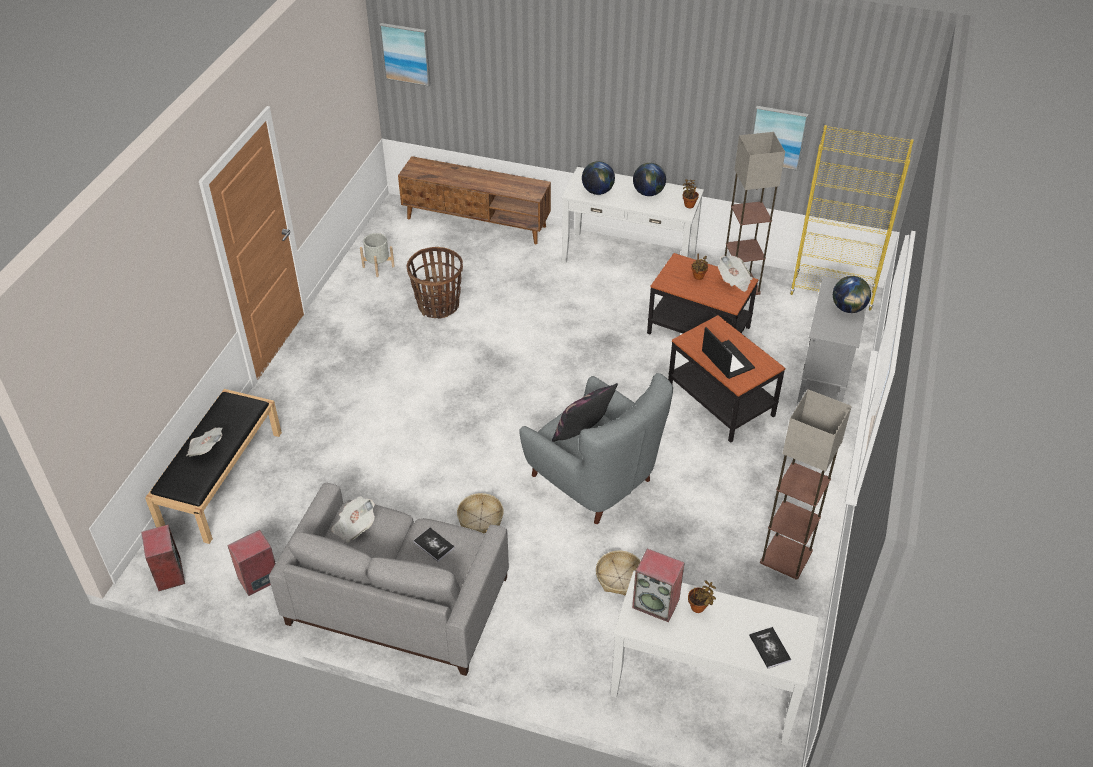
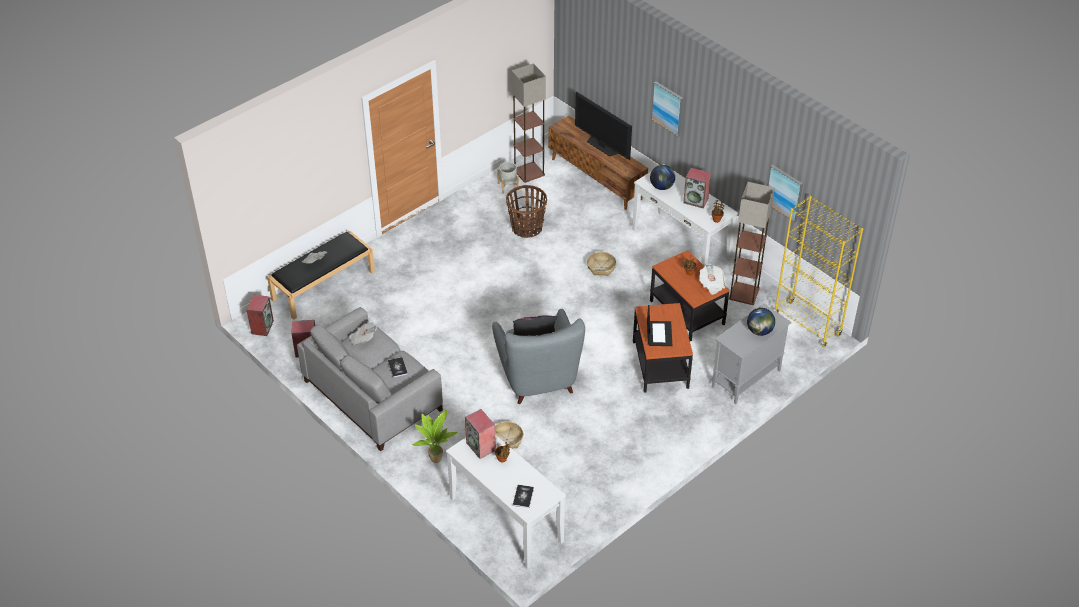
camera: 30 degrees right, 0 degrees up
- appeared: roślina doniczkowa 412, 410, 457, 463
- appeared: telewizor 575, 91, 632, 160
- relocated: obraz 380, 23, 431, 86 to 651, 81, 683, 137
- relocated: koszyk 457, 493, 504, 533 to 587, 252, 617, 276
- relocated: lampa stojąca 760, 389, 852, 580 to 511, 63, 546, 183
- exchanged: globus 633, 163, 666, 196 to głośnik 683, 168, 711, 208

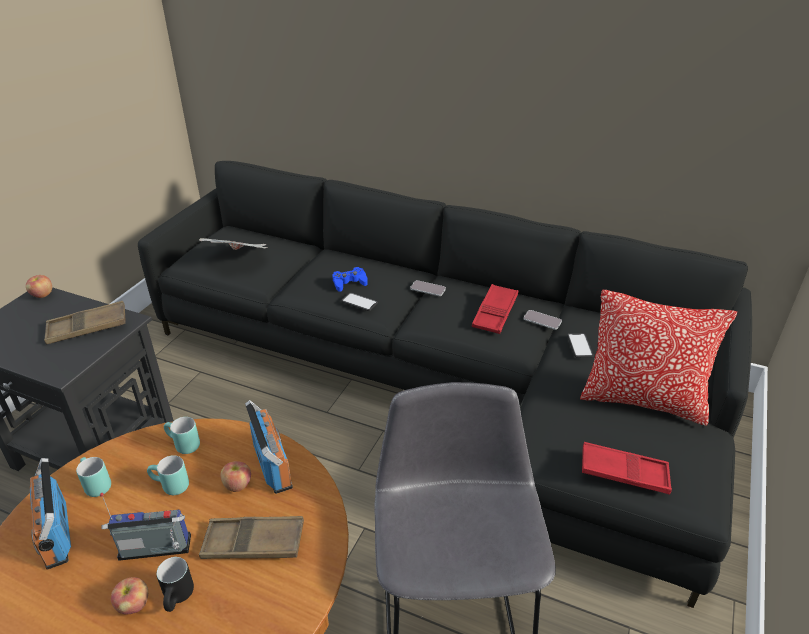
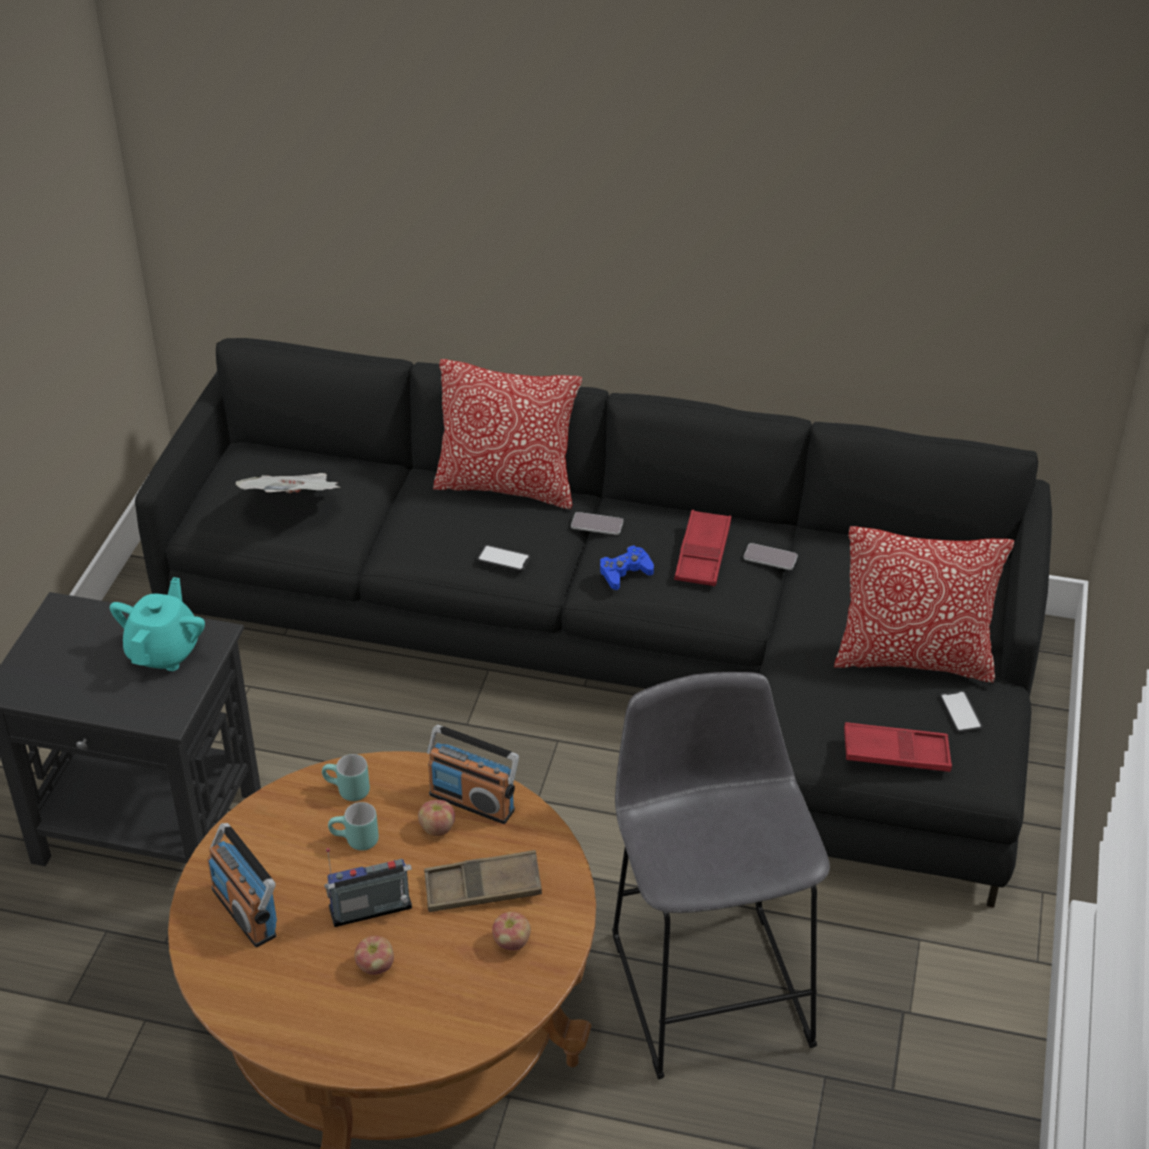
camera: 10 degrees left, 5 degrees up
- missing: kubek [turkusowy] 76, 457, 111, 497
- missing: kubek [czarny] 157, 557, 194, 612
- appeared: poduszka 433, 359, 582, 509
- relocated: jabłko 26, 275, 52, 298 to 492, 912, 531, 951
- relocated: pad do gier [niebieski] 332, 267, 368, 292 to 600, 545, 654, 590
- relocated: telefon 567, 333, 594, 357 to 939, 690, 983, 733
- exchanged: taca [brązowy] 44, 301, 126, 344 to imbryk [turkusowy] 110, 577, 205, 671
- spun: radio 245, 400, 293, 494 = 427, 725, 519, 824 150 degrees clockwise

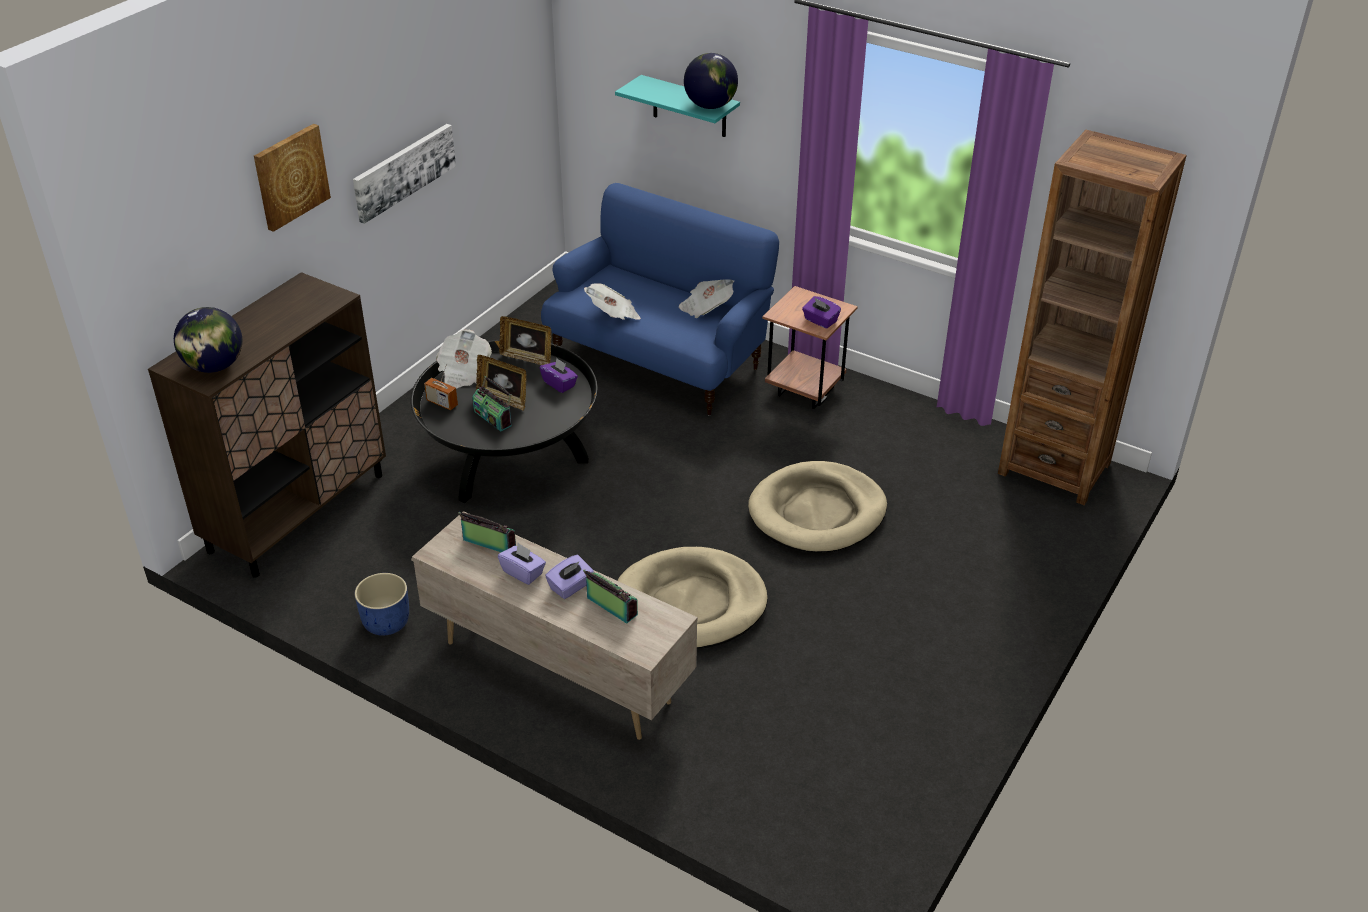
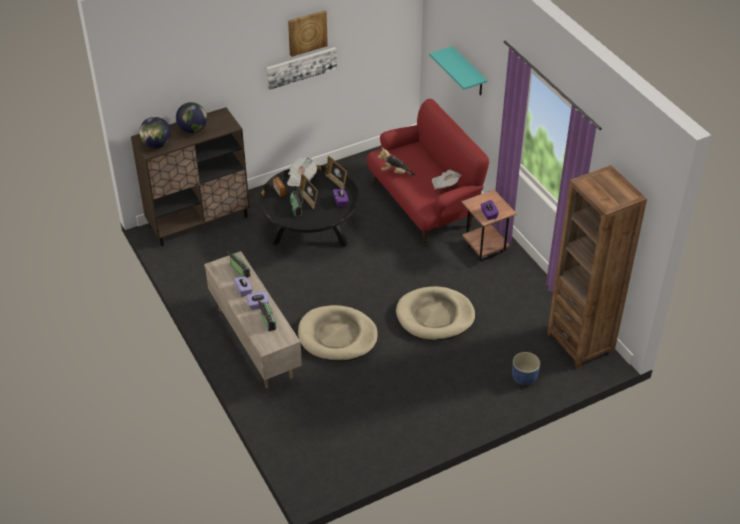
camera: 30 degrees right, 5 degrees up
- relocated: obraz 254, 124, 331, 232 to 288, 10, 328, 57
- relocated: donica [niebieski] 354, 573, 409, 636 to 512, 352, 540, 385
- relocated: globus 684, 53, 738, 109 to 176, 102, 207, 133
- exchanged: gazeta 584, 283, 641, 320 to pluszak 378, 147, 416, 176
- colour: kanapa [niebieski] 541, 183, 779, 415 to kanapa [czerwony] 367, 99, 489, 244

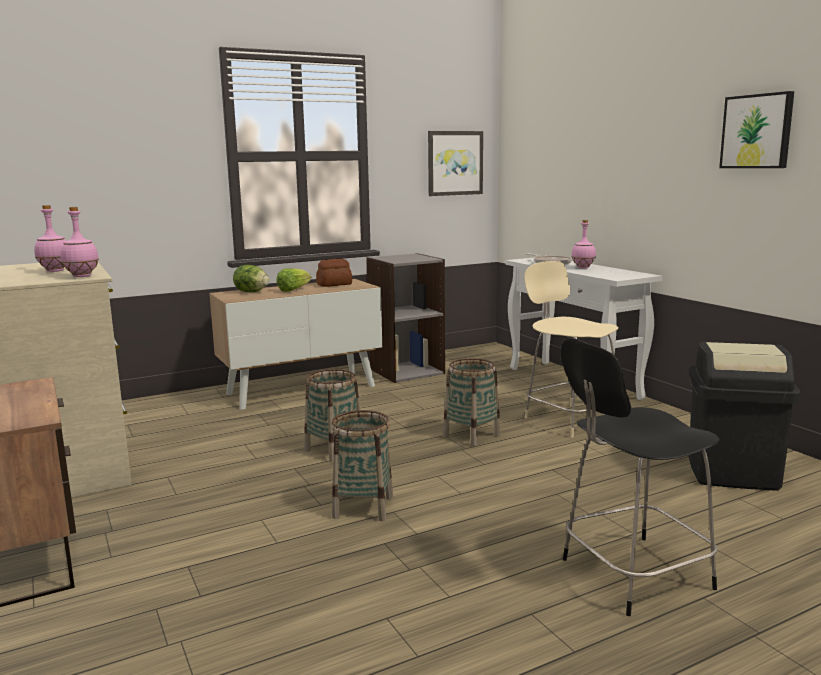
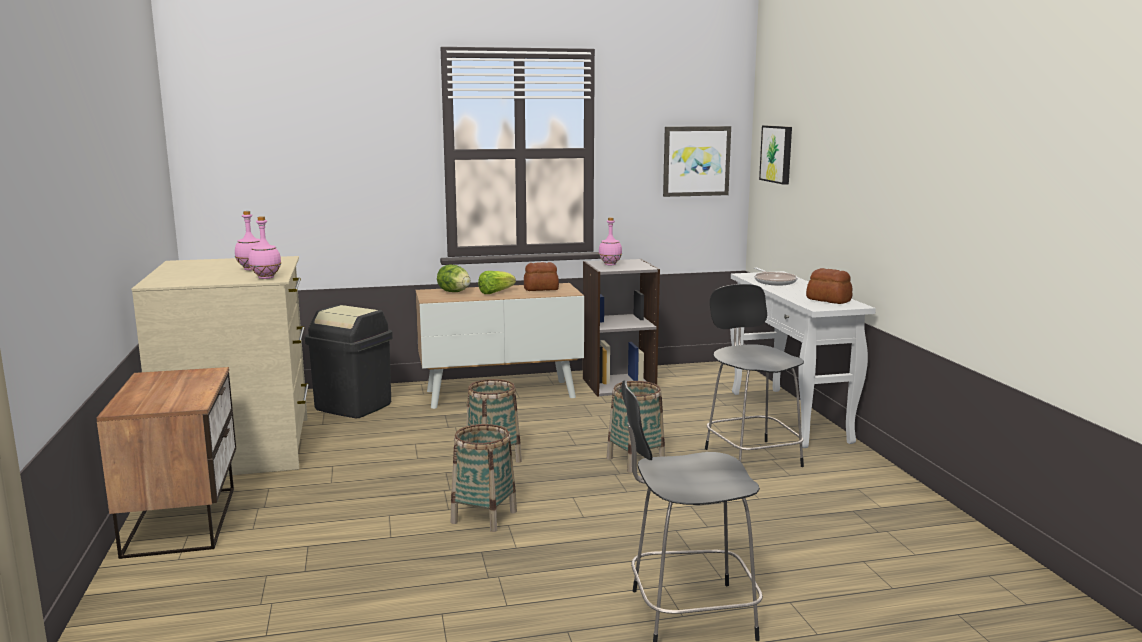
camera: 15 degrees right, 0 degrees up
- appeared: chleb 806, 268, 853, 304
- relocated: butelka [różowy] 571, 220, 596, 269 to 598, 217, 622, 265
- relocated: kosz na śmieci [czarny] 688, 342, 800, 491 to 305, 305, 393, 418
- relocated: obraz 719, 91, 794, 168 to 759, 125, 792, 185
- colour: krzesło [beżowy] 524, 261, 619, 438 to krzesło [czarny] 705, 284, 804, 467

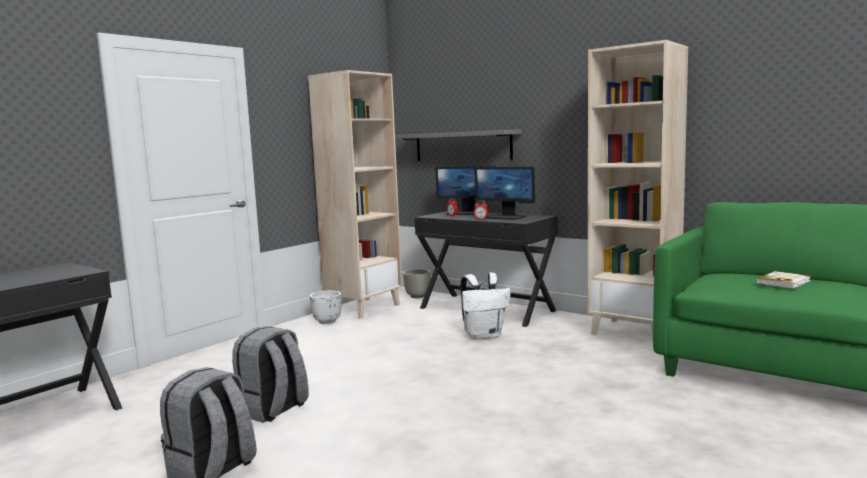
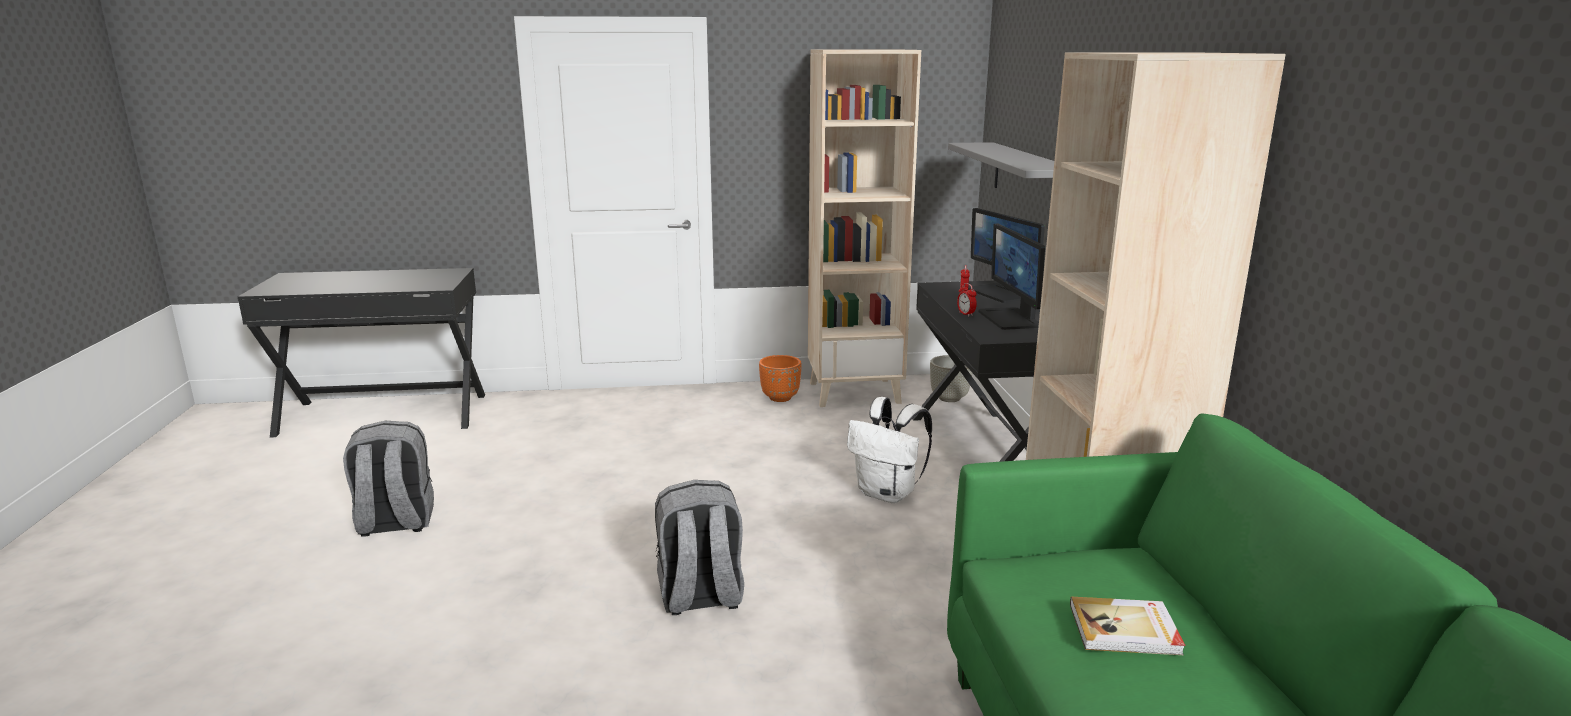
camera: 45 degrees right, 10 degrees up
- relocated: plecak [szary] 232, 326, 309, 423 to 655, 480, 744, 615
- colour: donica [biały] 310, 290, 342, 324 to donica [pomarańczowy] 759, 355, 802, 402

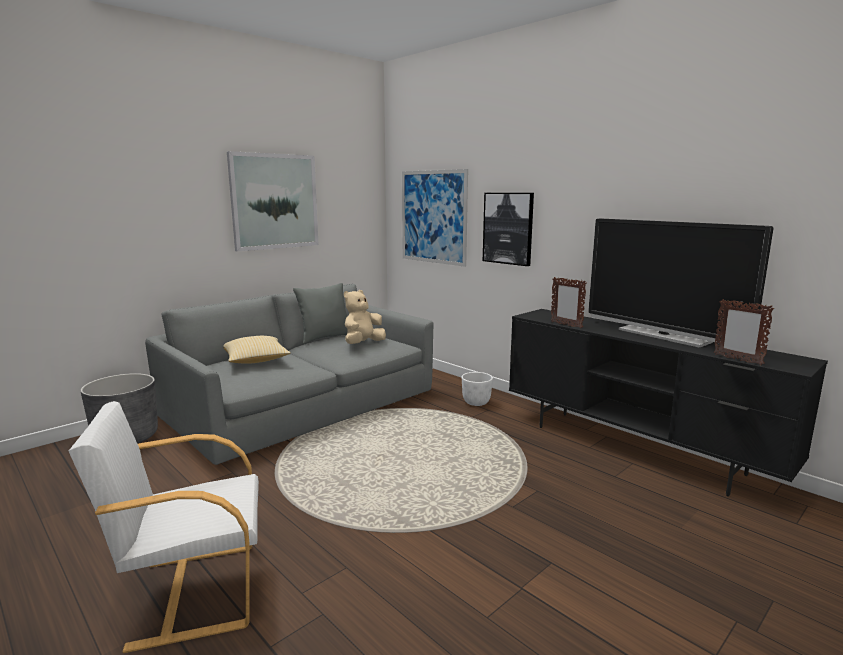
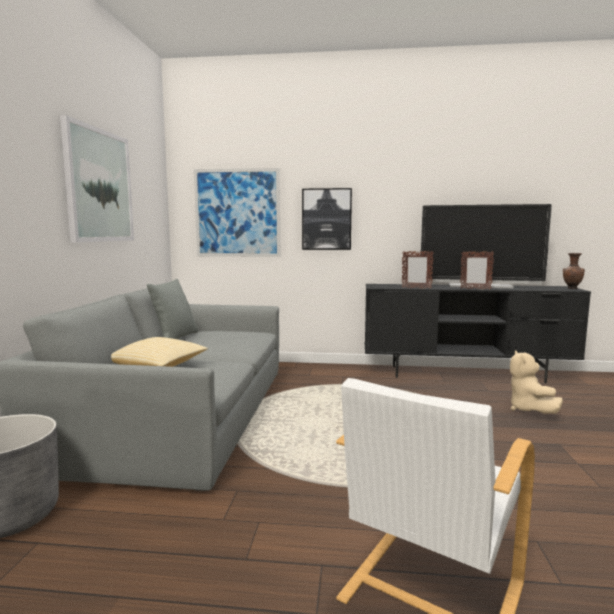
camera: 40 degrees left, 5 degrees down
- missing: donica [biały] 462, 372, 493, 406
- appeared: wazon [brązowy] 563, 253, 585, 289
- relocated: pluszak [beżowy] 344, 290, 386, 344 to 510, 350, 563, 414
- relocated: ramka na zdjęcie 714, 299, 774, 365 to 460, 251, 494, 289

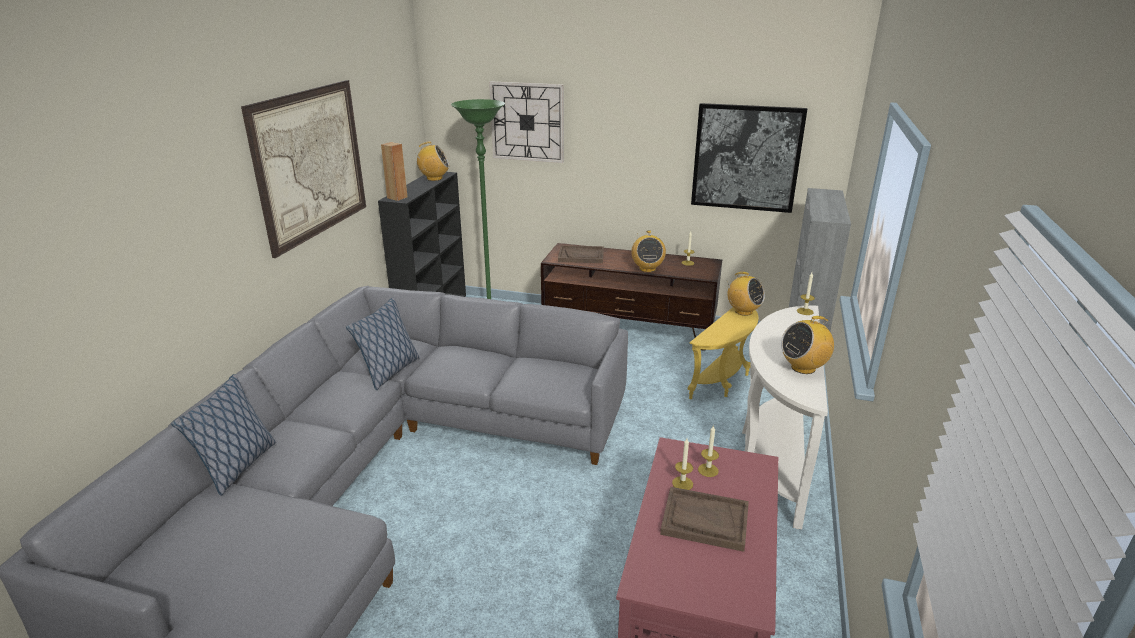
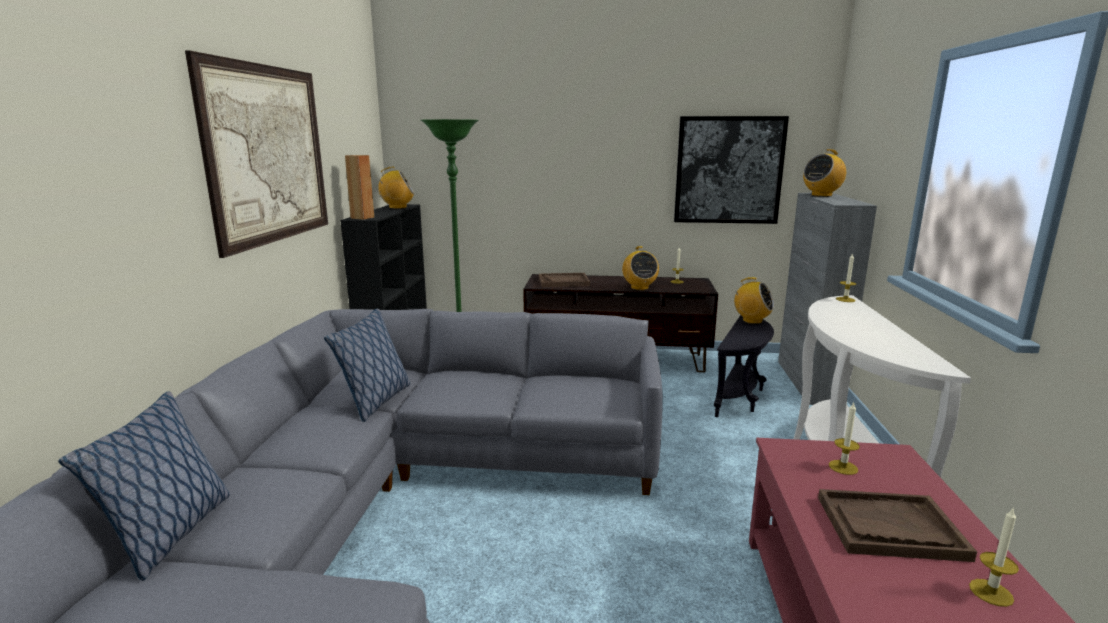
camera: 10 degrees left, 10 degrees down
- missing: zegar ścienny 489, 81, 564, 163
- relocated: świeca 672, 439, 693, 490 to 969, 507, 1019, 607
- relocated: radio 781, 316, 834, 374 to 803, 149, 846, 197
- colour: stolik [żółty] 688, 307, 759, 399 to stolik [czarny] 714, 315, 774, 417

